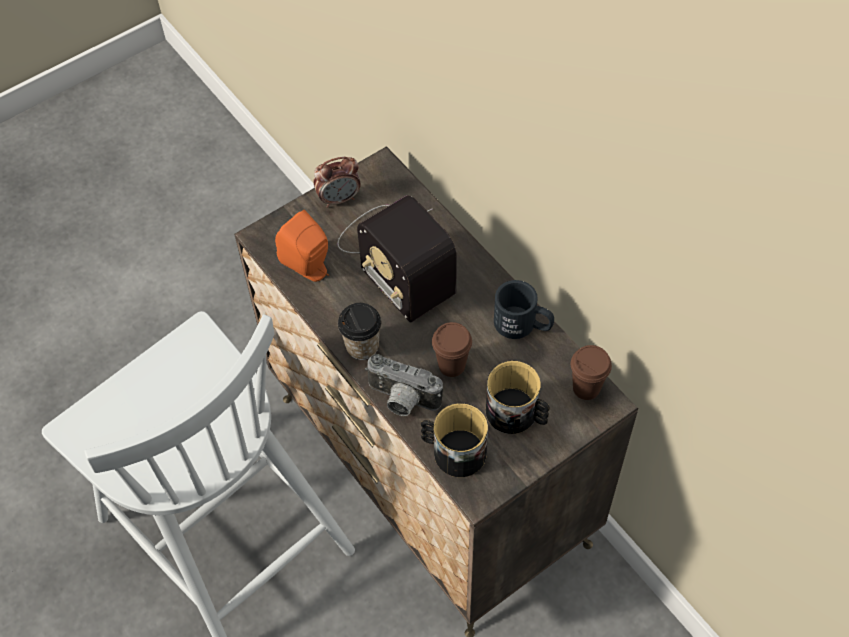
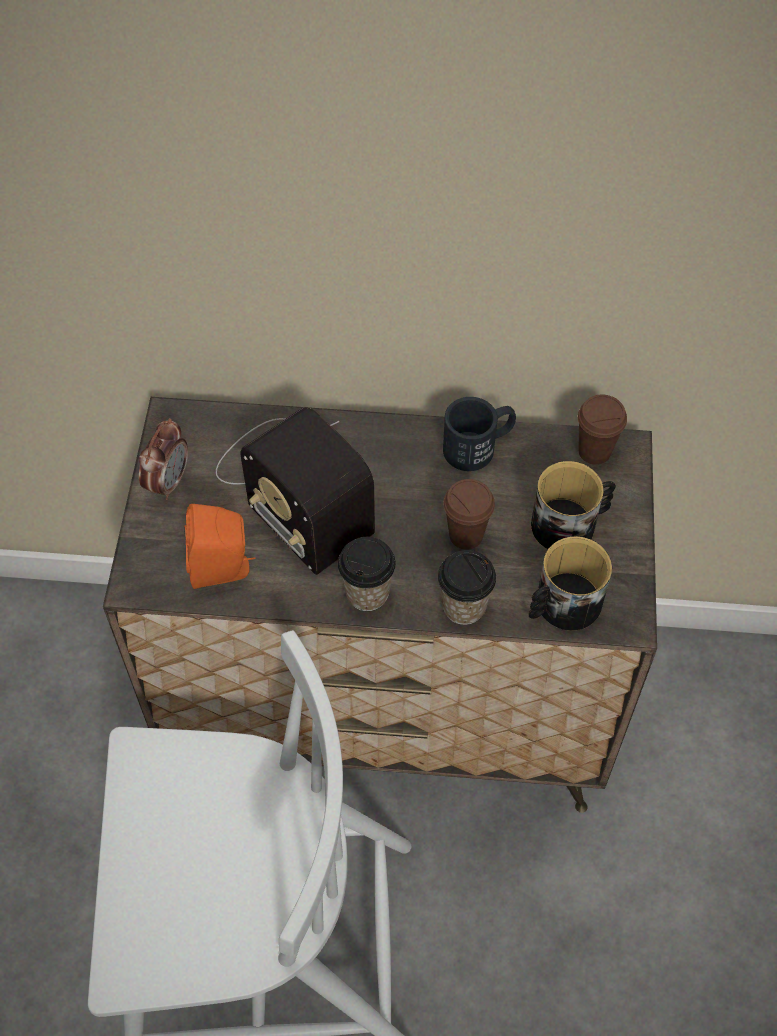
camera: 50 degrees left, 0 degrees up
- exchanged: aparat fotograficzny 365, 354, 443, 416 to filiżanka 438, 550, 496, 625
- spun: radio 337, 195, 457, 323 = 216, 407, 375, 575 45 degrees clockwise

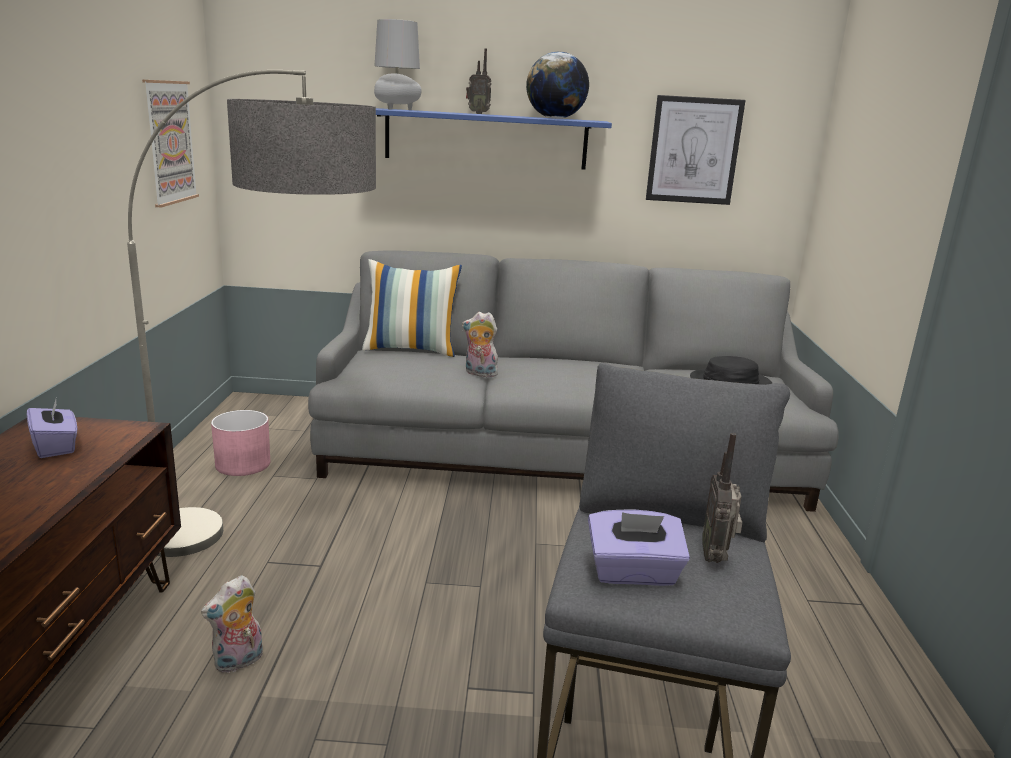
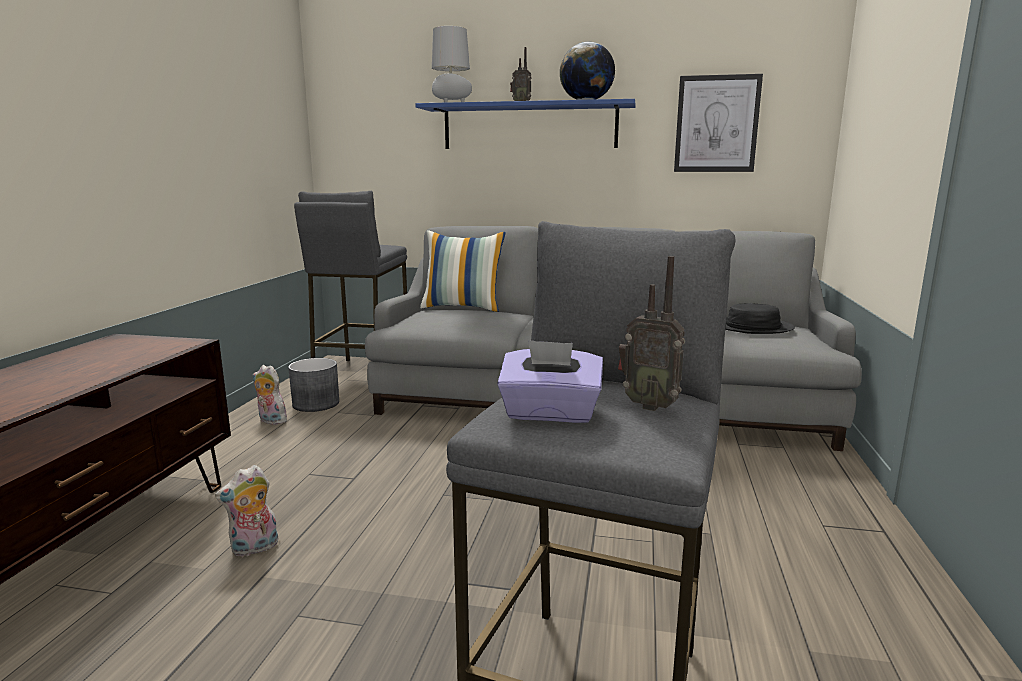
camera: 10 degrees right, 5 degrees down
- missing: pudełko chusteczek [fioletowy] 27, 396, 77, 458
- missing: lampa stojąca 127, 70, 376, 557
- missing: obraz 142, 80, 199, 208
- appeared: stołek [szary] 294, 191, 407, 361
- relocated: pluszak 462, 312, 498, 377 to 253, 365, 291, 425
- colour: donica [różowy] 211, 410, 271, 476 to donica [szary] 288, 358, 339, 412
- spun: radio 702, 433, 742, 563 = 618, 256, 685, 411 75 degrees counterclockwise

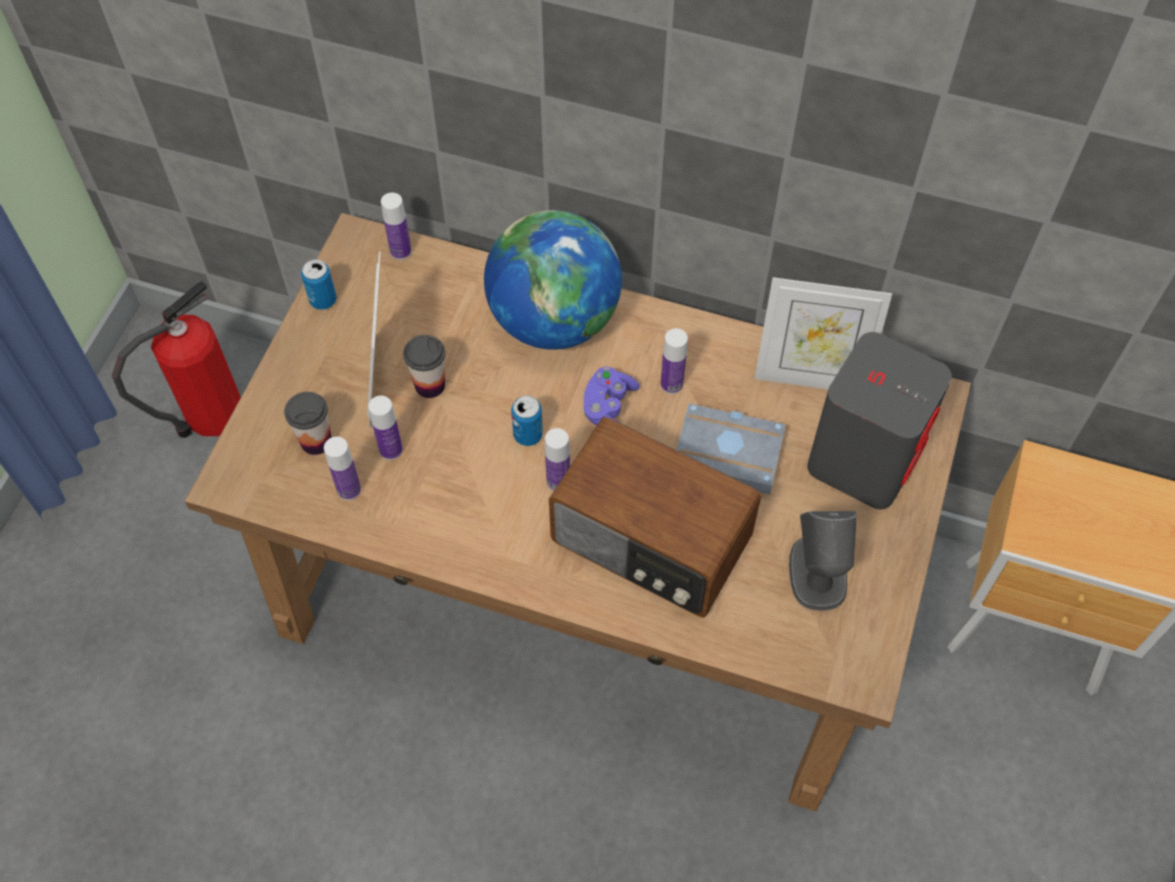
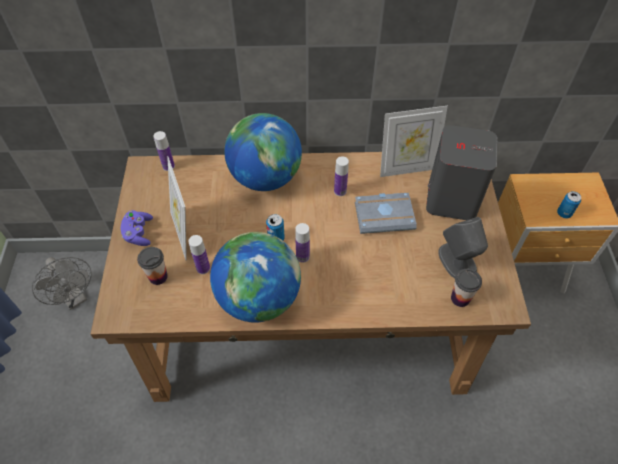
camera: 20 degrees left, 5 degrees down
- missing: butelka 324, 437, 361, 500
- missing: radio 549, 417, 761, 618
- appeared: globus 210, 232, 301, 323
- relocated: puszka 301, 259, 337, 310 to 557, 191, 581, 218
- relocated: filiżanka 403, 335, 445, 398 to 451, 269, 482, 307
- relocated: pad do gier [fioletowy] 582, 367, 640, 426 to 121, 210, 153, 246
- exchanged: gaśnica 112, 281, 241, 438 to wentylator [szary] 32, 257, 92, 310

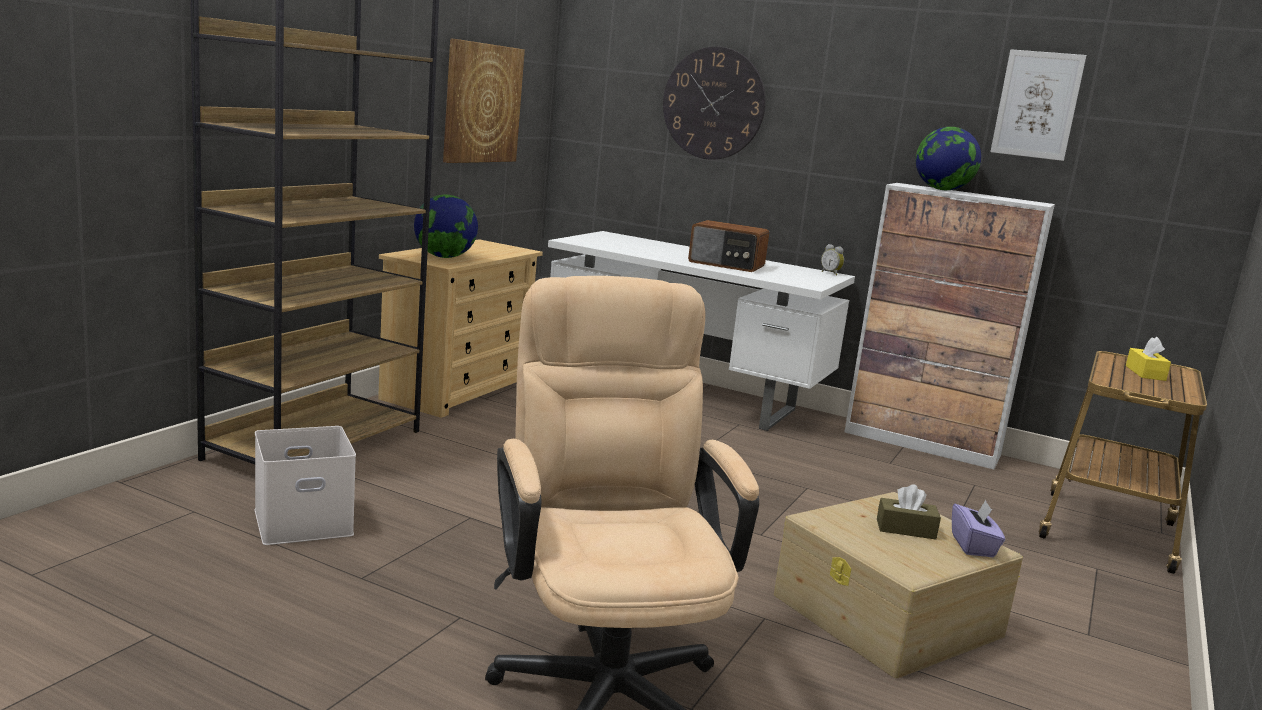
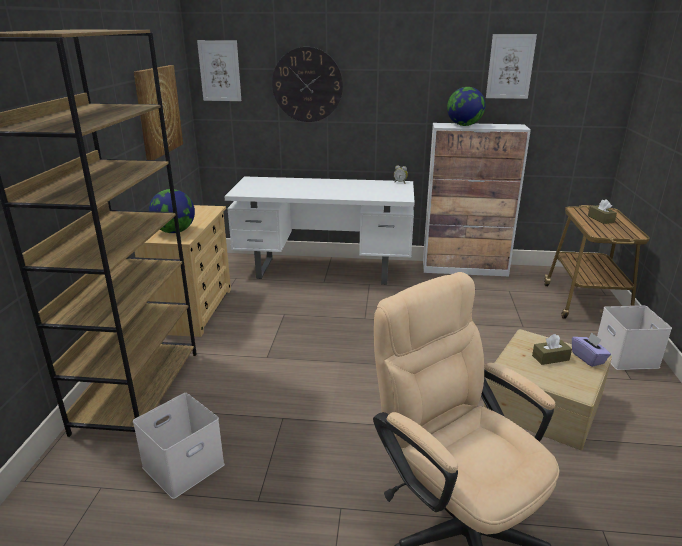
camera: 20 degrees left, 10 degrees up
- missing: radio 688, 220, 769, 272
- appeared: obraz 197, 40, 241, 101
- appeared: pojemnik do przechowywania [biały] 597, 306, 672, 370
- colour: pudełko chusteczek [żółty] 1126, 337, 1171, 381 to pudełko chusteczek [brązowy] 588, 199, 617, 224

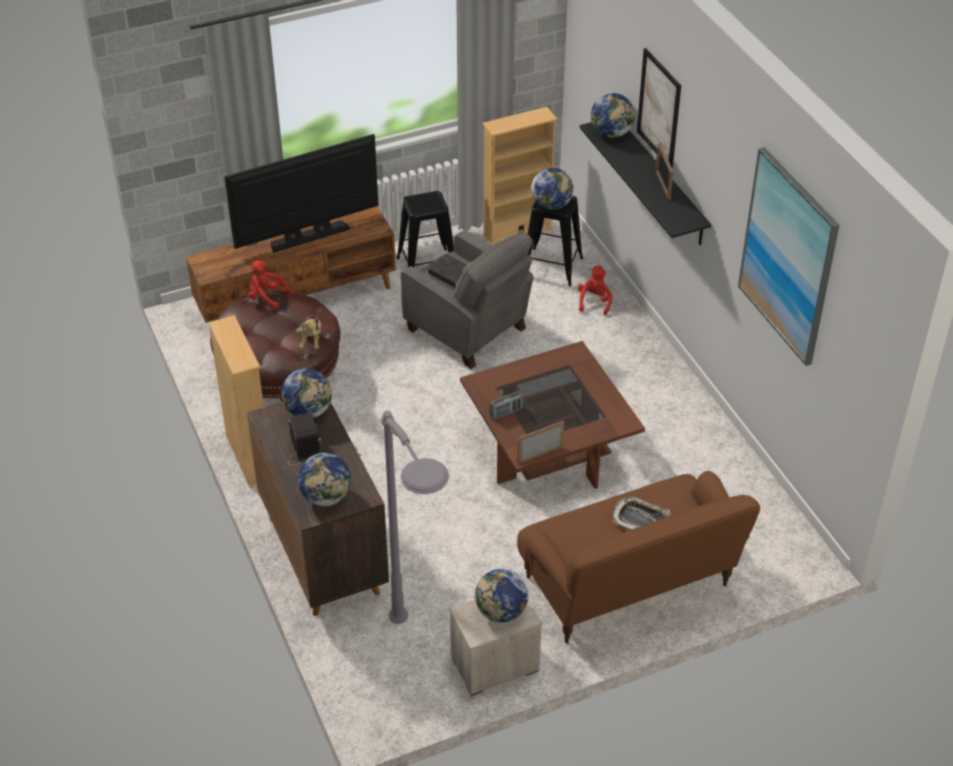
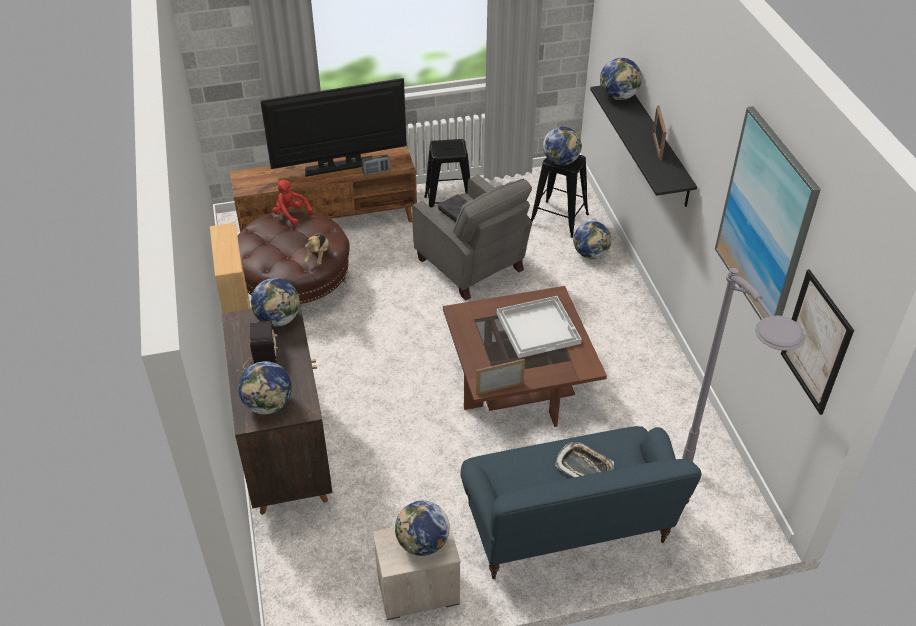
camera: 10 degrees right, 0 degrees up
- missing: regał [beżowy] 482, 107, 557, 246
- appeared: taca [biały] 497, 296, 582, 358
- relocated: lampa stojąca [szary] 381, 410, 449, 624 to 682, 268, 805, 462
- relocated: radio 489, 391, 523, 420 to 362, 155, 390, 175
- relocated: obraz 637, 48, 681, 169 to 781, 269, 854, 415
- exchanged: pluszak [czerwony] 578, 266, 612, 315 to globus 573, 221, 612, 259
- colour: kanapa [brązowy] 517, 471, 760, 643 to kanapa [niebieski] 460, 426, 702, 579

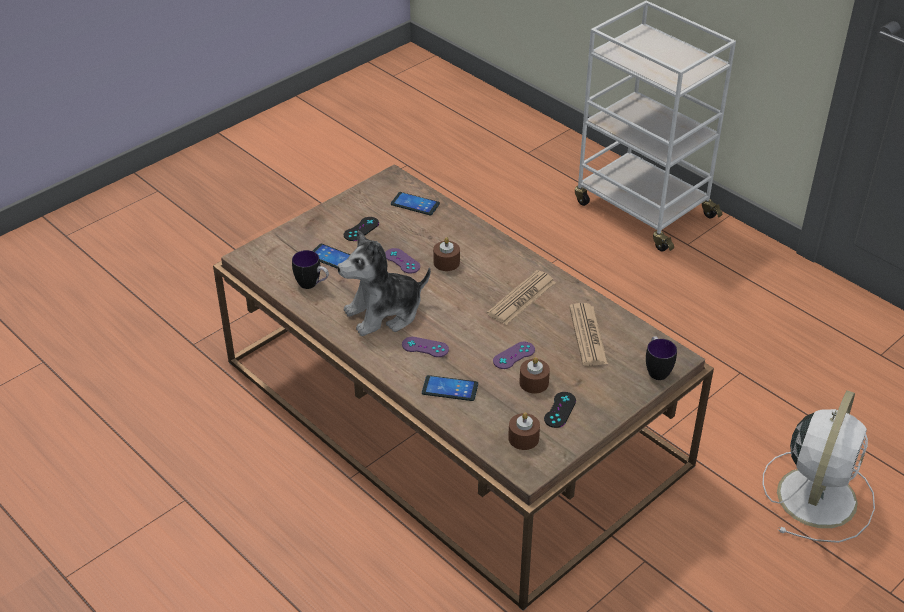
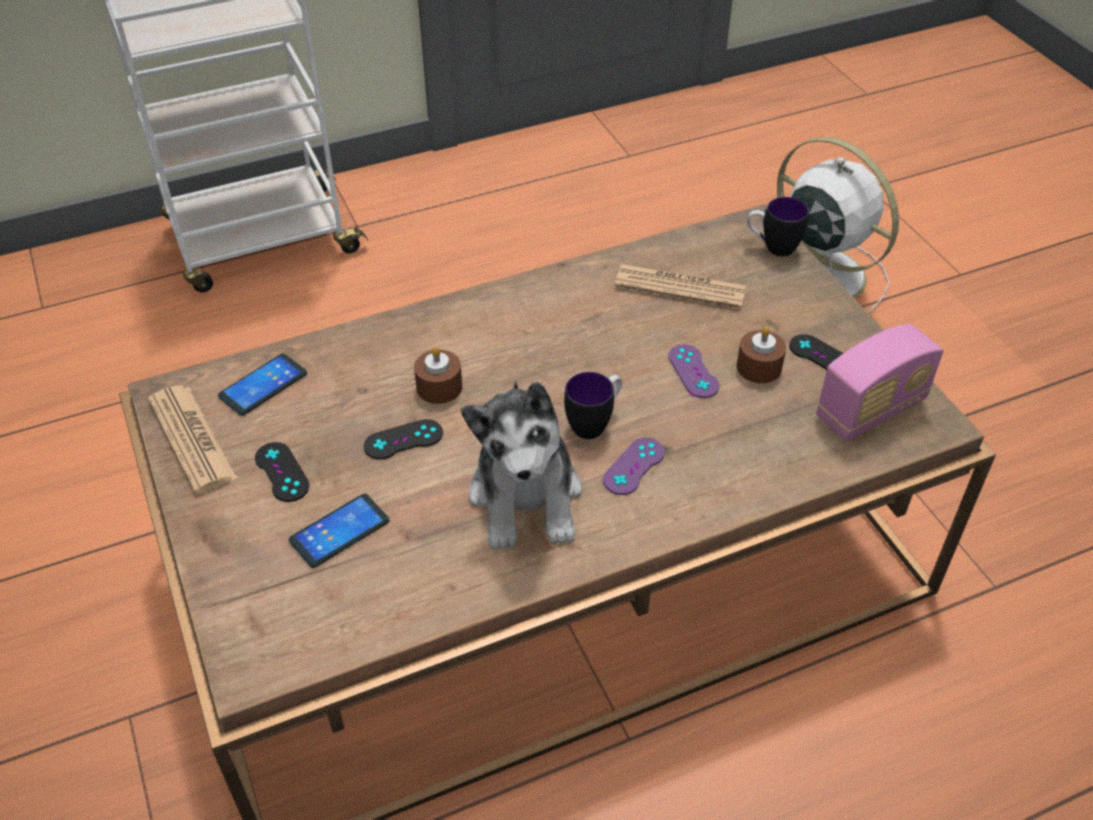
camera: 70 degrees left, 5 degrees up
- missing: telefon 422, 375, 478, 401
- relocated: kubek 292, 250, 329, 289 to 564, 372, 622, 439
- relocated: gazeta 487, 270, 556, 325 to 148, 385, 238, 494
- exchanged: świeca [brązowy] 508, 412, 540, 450 to radio 817, 324, 943, 441
- colour: pad do gier [fioletowy] 385, 248, 420, 274 to pad do gier [czarny] 364, 419, 443, 460

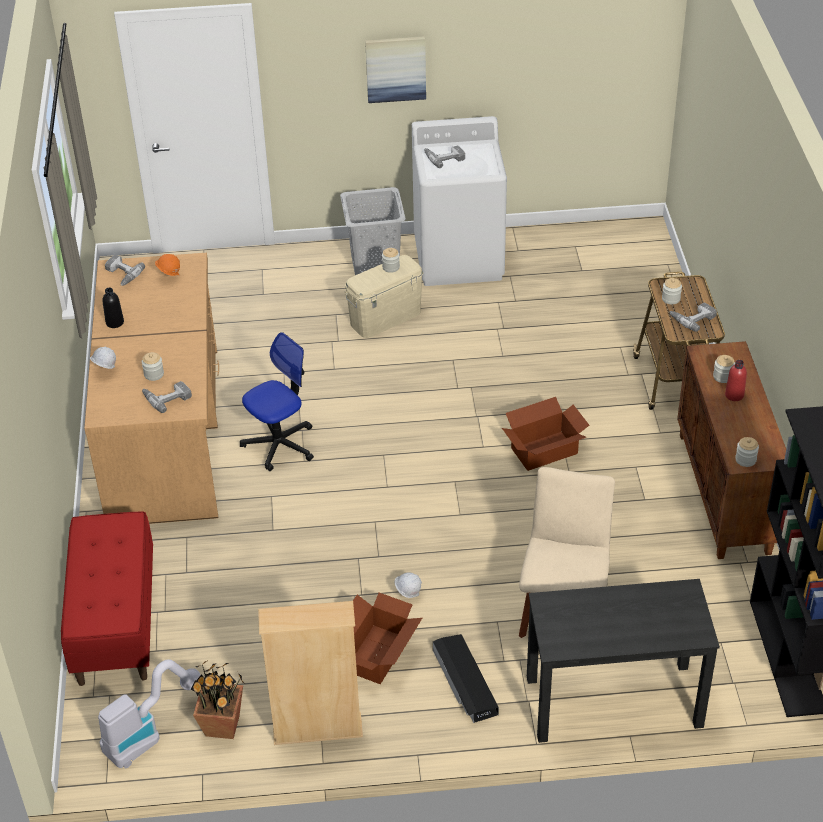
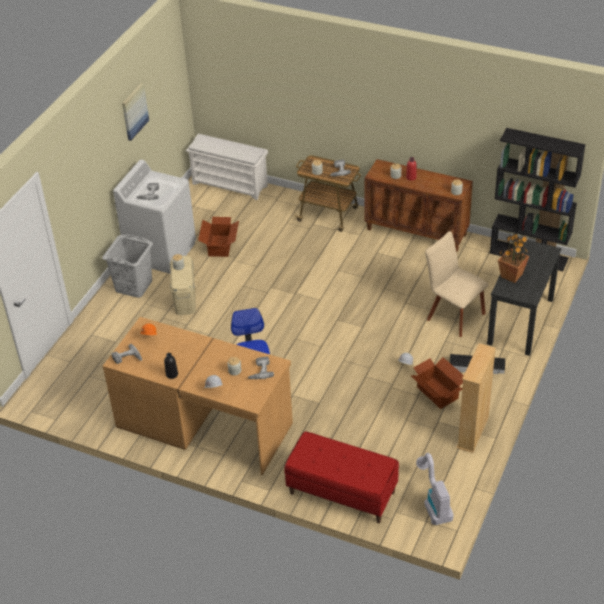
camera: 60 degrees left, 0 degrees up
- appeared: regał na buty [biały] 186, 134, 268, 200
- relocated: roślina doniczkowa 191, 660, 245, 739 to 498, 233, 529, 283
- relocated: obraz 365, 36, 426, 103 to 122, 83, 149, 141
- relocated: karton 502, 397, 589, 471 to 198, 217, 239, 257

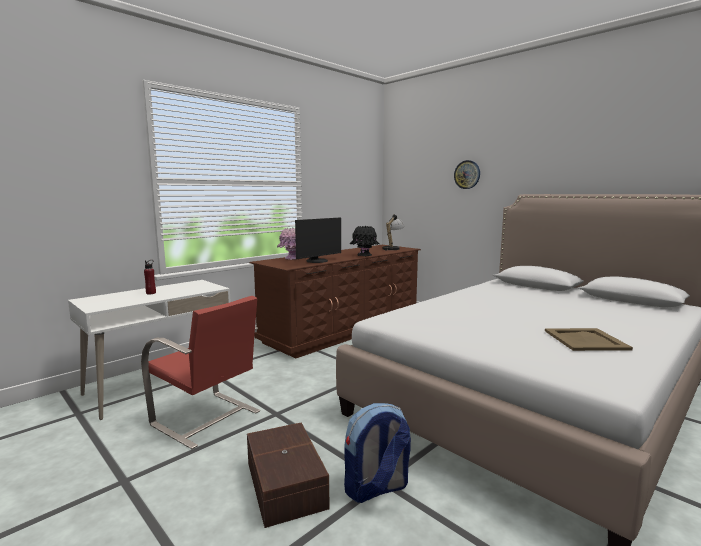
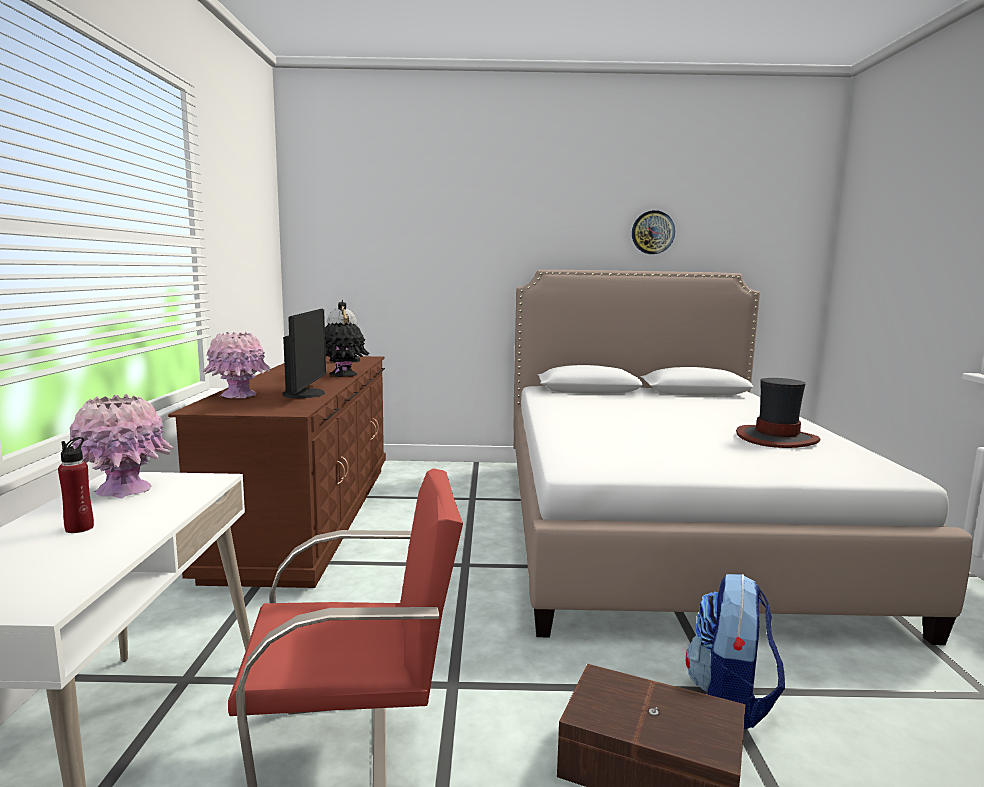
camera: 45 degrees left, 0 degrees up
- appeared: wazon [różowy] 70, 394, 175, 499
- relocated: zegar ścienny 454, 160, 480, 189 to 632, 210, 675, 254
- exchanged: taca [beżowy] 545, 328, 633, 351 to kapelusz 736, 378, 820, 448

